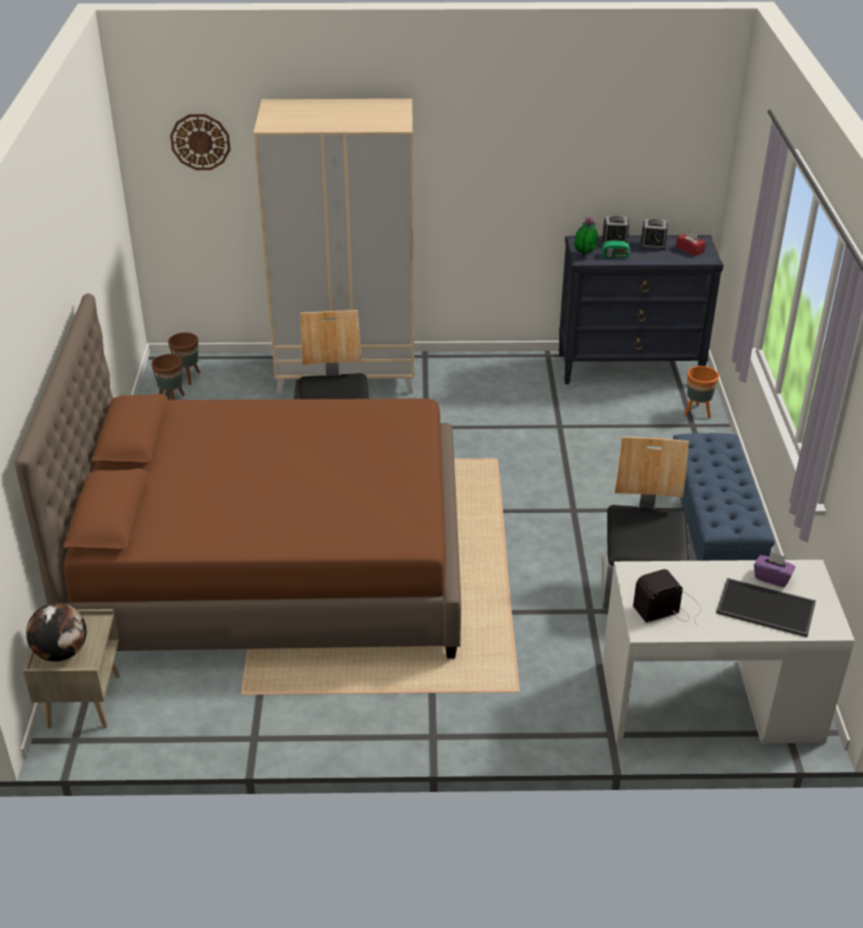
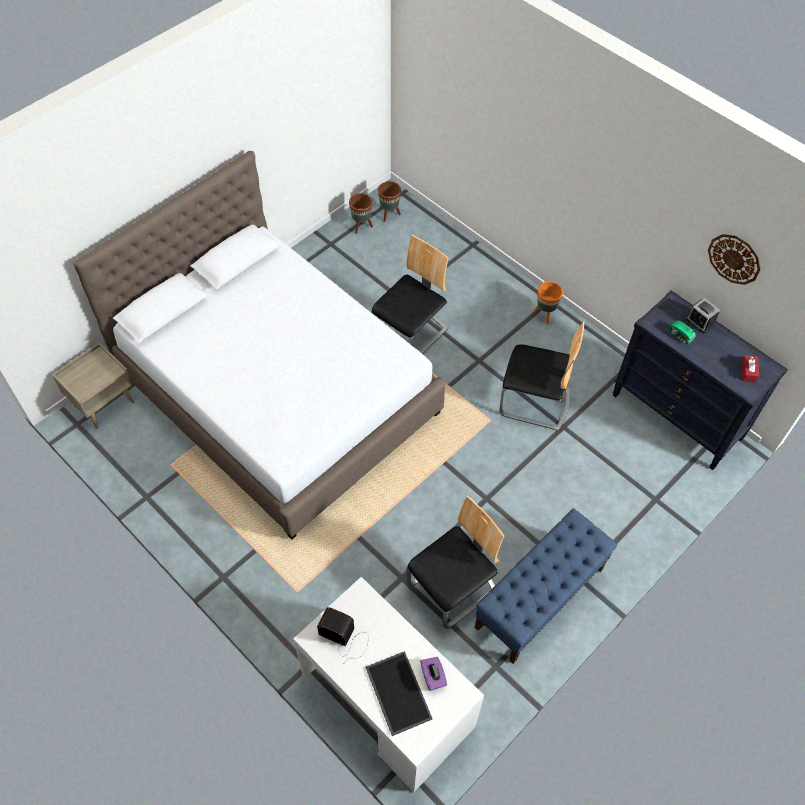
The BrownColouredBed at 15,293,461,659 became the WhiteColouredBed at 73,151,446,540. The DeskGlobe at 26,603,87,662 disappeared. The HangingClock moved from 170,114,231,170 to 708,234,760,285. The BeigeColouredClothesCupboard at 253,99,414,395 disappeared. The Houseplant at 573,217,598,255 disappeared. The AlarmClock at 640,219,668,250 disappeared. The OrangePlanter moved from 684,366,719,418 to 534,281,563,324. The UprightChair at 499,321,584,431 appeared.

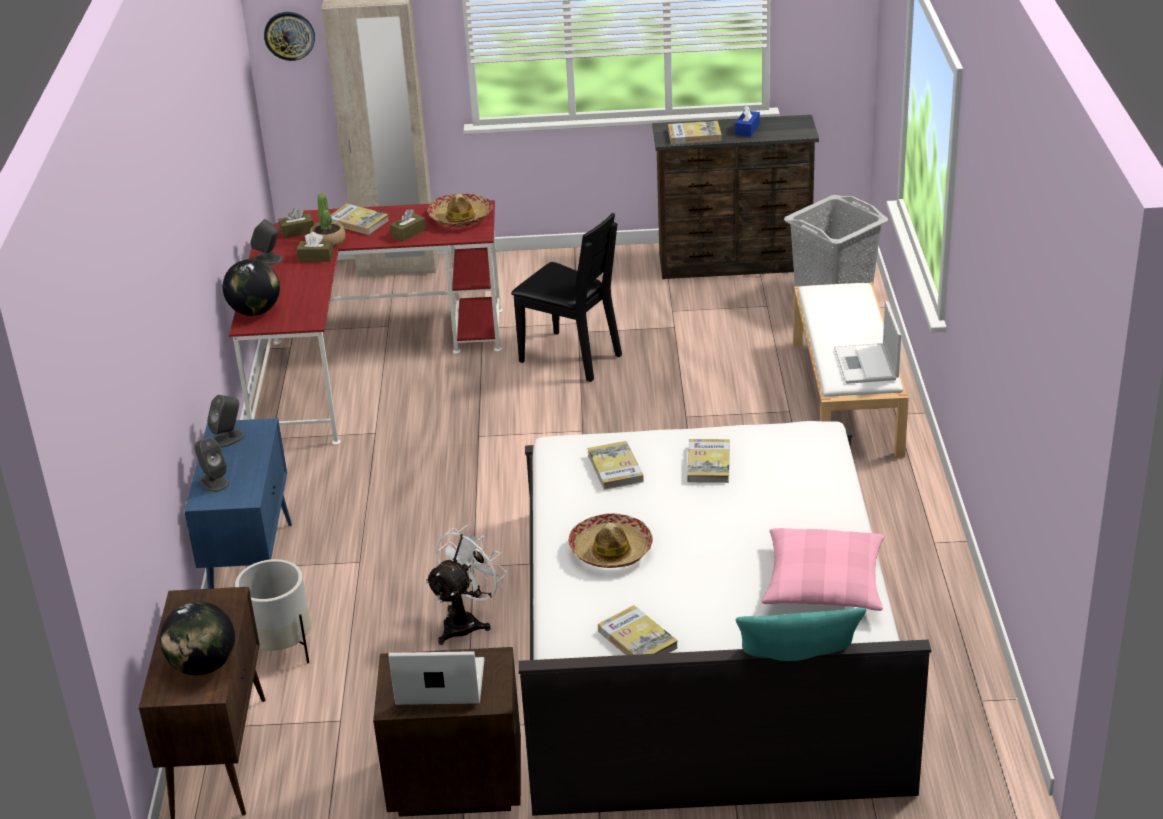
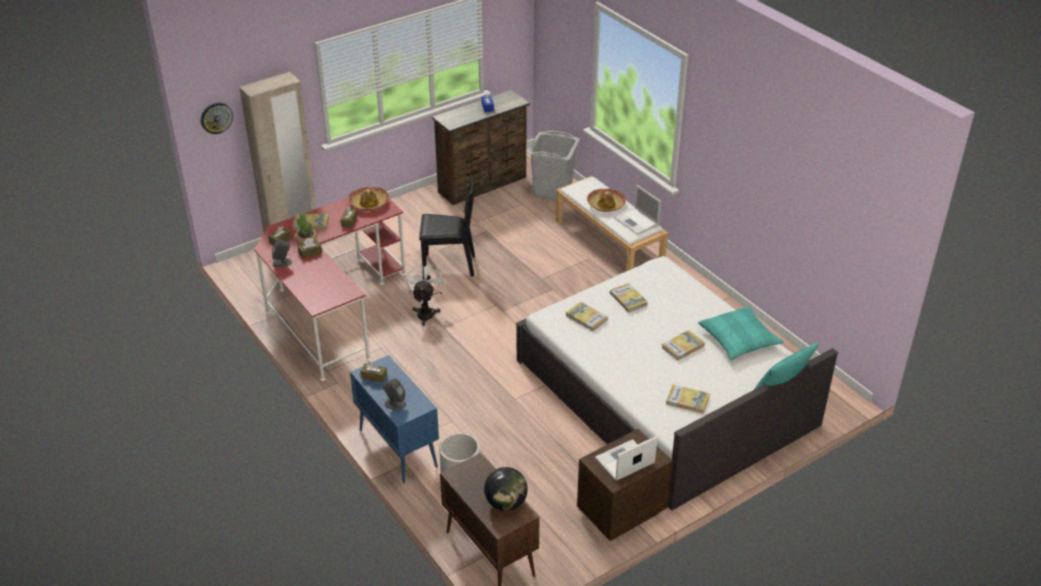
The GreySpeaker at 207,395,245,448 was replaced by the BrownColouredTissueHolder at 360,362,387,383. The DeskGlobe at 223,259,280,316 disappeared. The WhiteColouredFan moved from 425,525,507,645 to 405,262,446,326. The Hat moved from 568,513,653,568 to 587,189,626,212. The Book moved from 668,121,722,144 to 662,330,705,361. The PinkColouredThrowPillow at 761,528,884,611 became the TurquoiseColouredThrowPillow at 698,306,784,360.

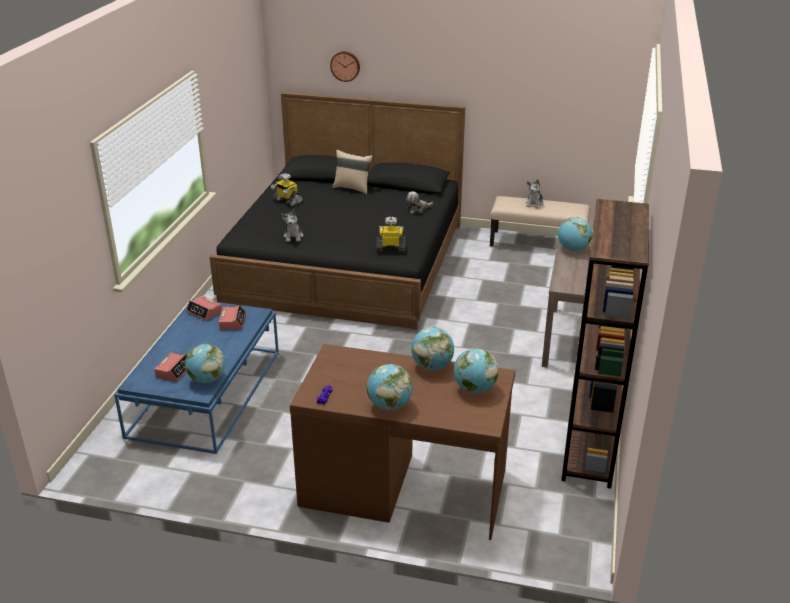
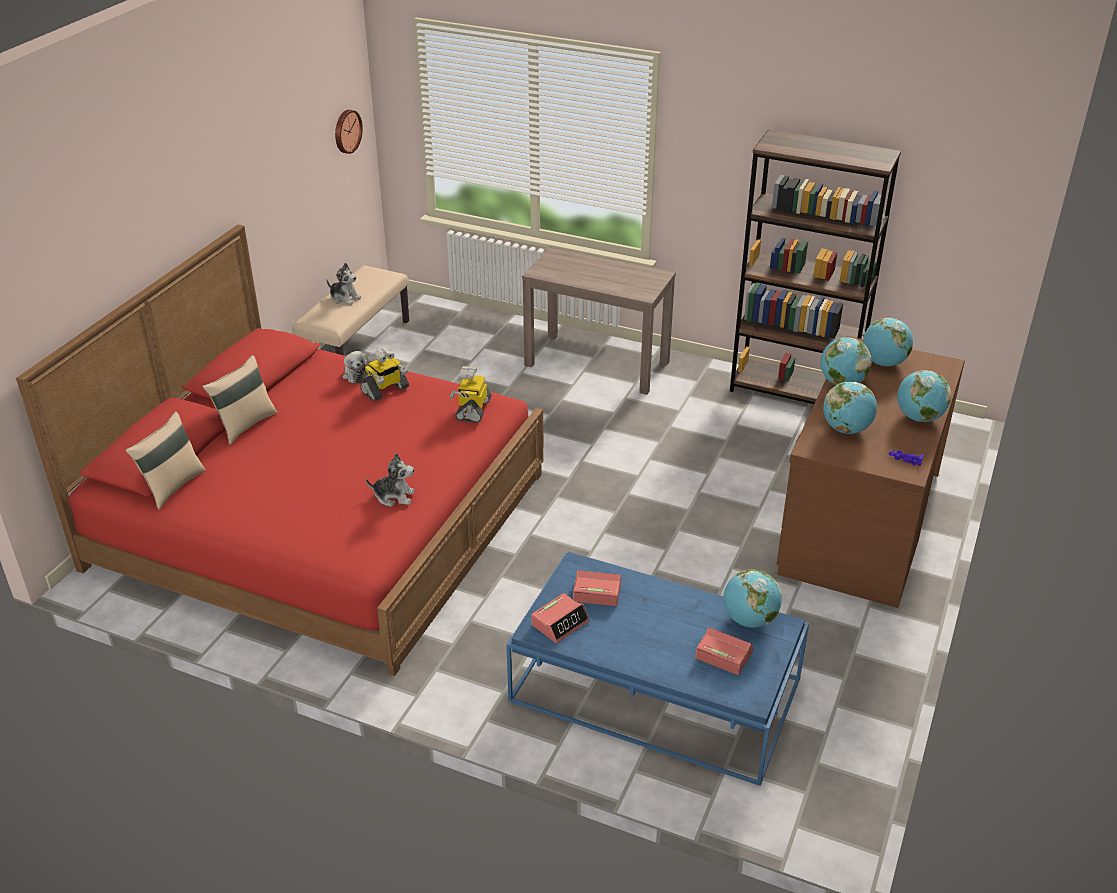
The BlackBed at 210,92,465,330 became the RedBed at 16,225,544,676. The ModelRobot moved from 271,173,303,206 to 360,348,409,401. The HangingClock moved from 330,51,360,82 to 335,110,363,154. The DeskGlobe moved from 558,217,592,251 to 823,382,877,434. The BeigeColouredThrowPillow at 125,412,206,510 appeared.

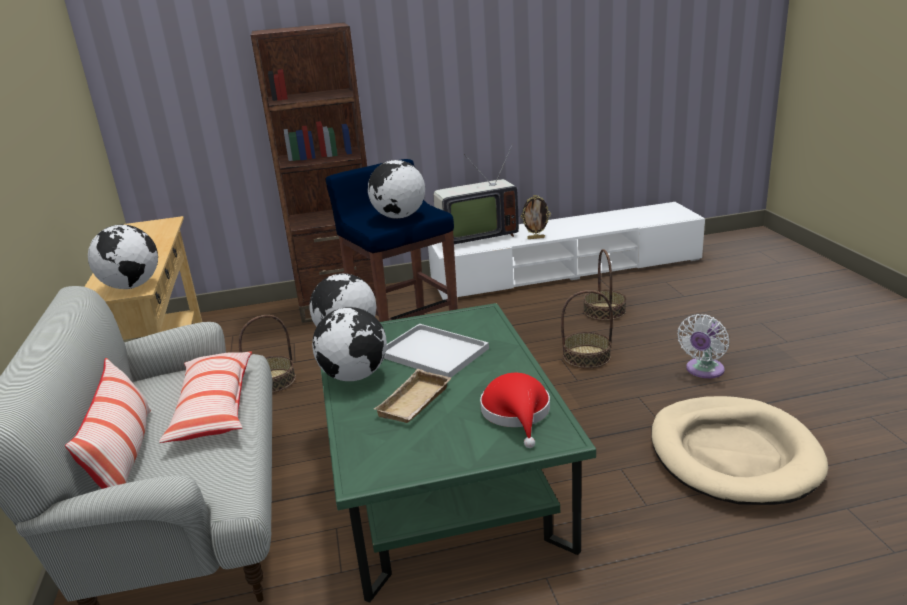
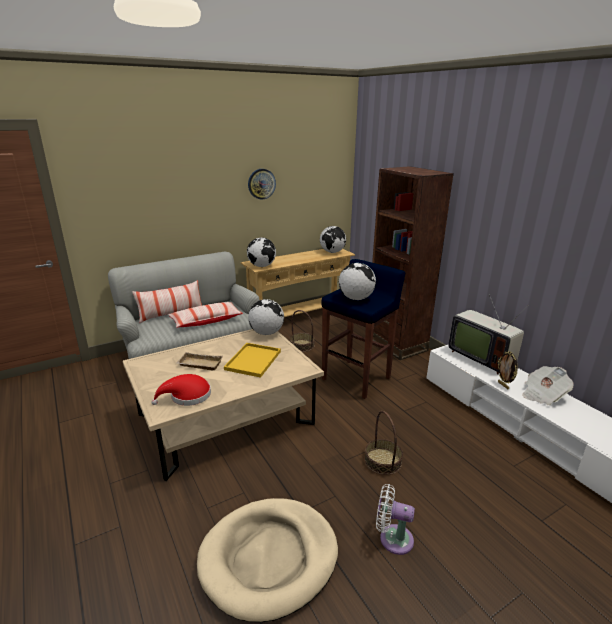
The DeskGlobe moved from 312,307,387,381 to 320,226,346,253. The GreenColouredLoungeTable at 321,303,596,603 became the BeigeColouredLoungeTable at 123,329,324,481. The WhiteColouredCarryingTray at 384,324,489,378 became the YellowishCarryingTray at 224,343,281,378. The Basket at 583,249,626,321 disappeared. The HangingClock at 248,169,276,200 appeared. The DailyPaper at 522,366,573,405 appeared.

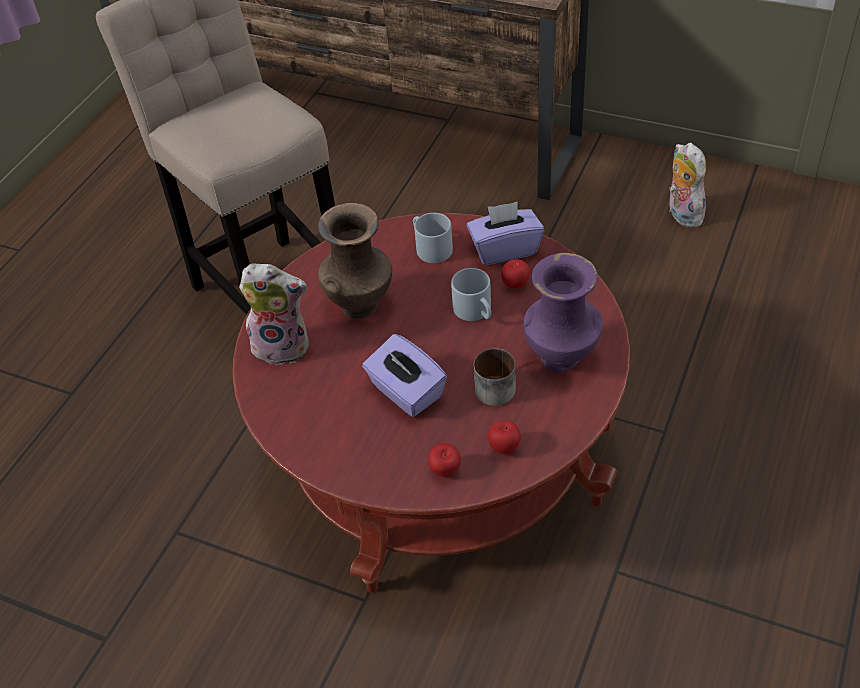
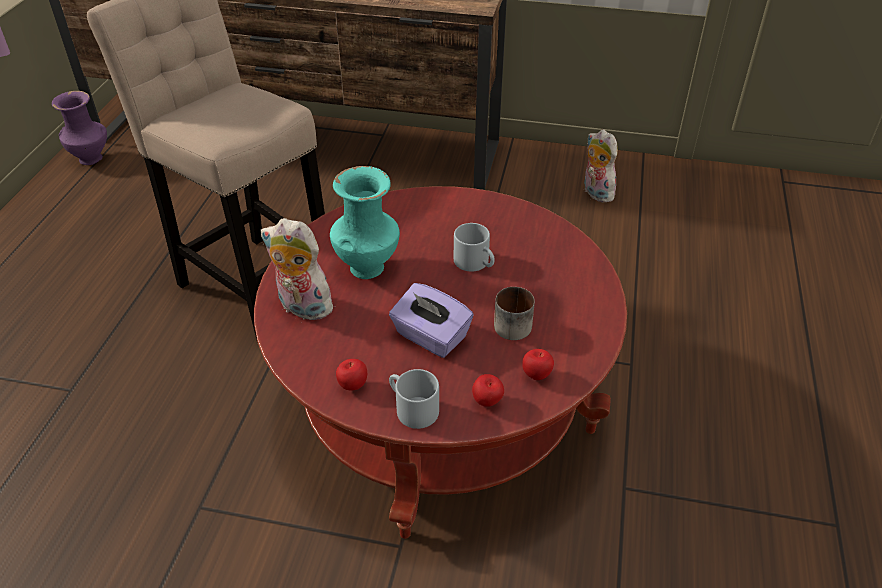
The CuddlyToy at 239,264,309,365 turned 150 degrees counterclockwise. The BrownColouredFlowerVase at 318,203,392,319 became the TurquoiseColouredFlowerVase at 330,166,400,279. The GreyTeaMug moved from 413,213,453,263 to 389,369,439,429. The PurplishTissueHolder at 467,202,544,265 disappeared. The AppleFruit moved from 501,259,530,288 to 336,359,367,390. The PurplishFlowerVase moved from 523,253,603,372 to 52,91,107,165.

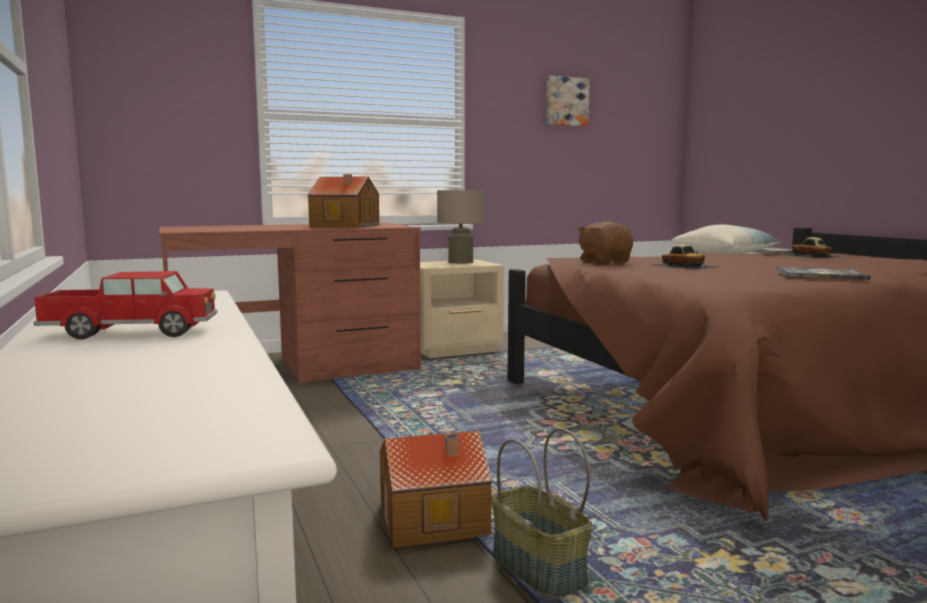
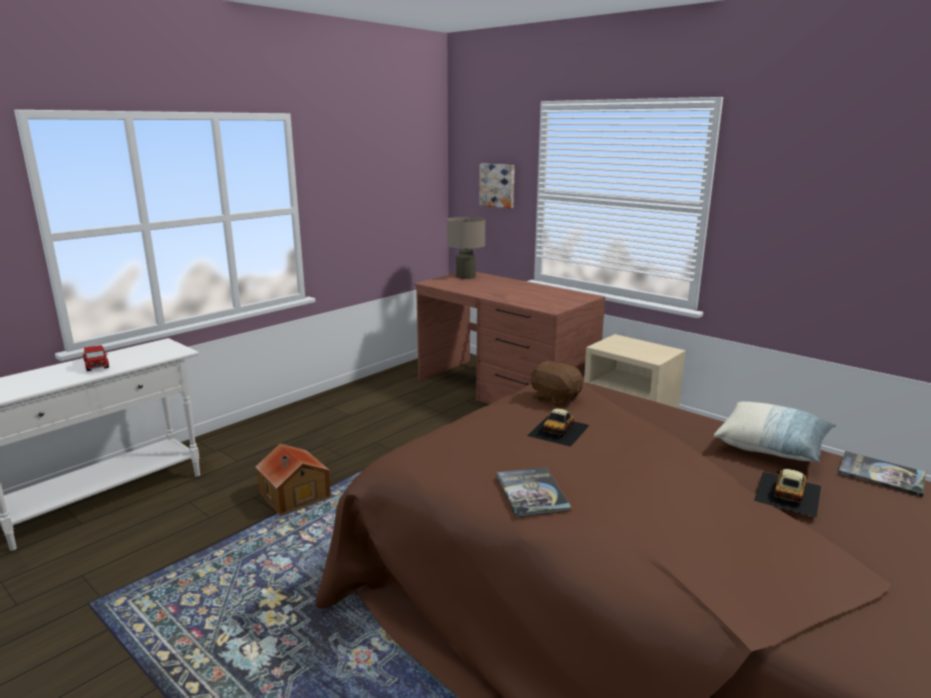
The MiniatureHouse at 307,174,379,228 disappeared. The BeigeColouredLampForATable moved from 437,190,485,264 to 447,217,485,279. The Basket at 491,428,592,598 disappeared. The WallArt moved from 546,75,590,127 to 479,163,515,208. The BrownColouredCuddlyToy at 577,222,633,264 turned 90 degrees counterclockwise.

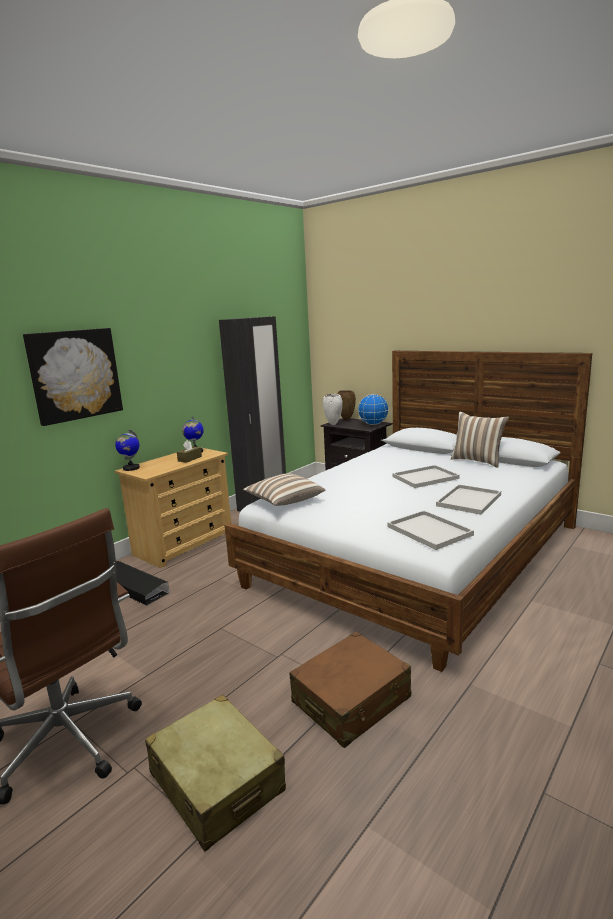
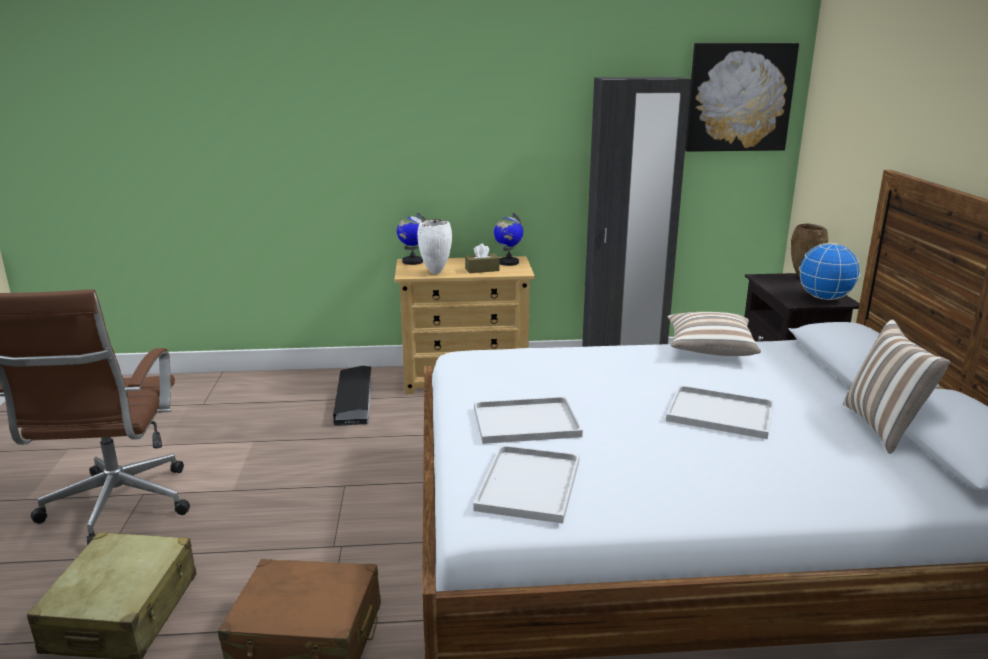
The WallArt moved from 23,328,123,426 to 685,43,799,152. The ThrowPillow moved from 243,473,325,506 to 668,312,761,356. The WhiteColouredFlowerVase moved from 323,394,343,425 to 417,219,452,274. The WhiteColouredCarryingTray moved from 436,484,501,515 to 474,397,583,444.

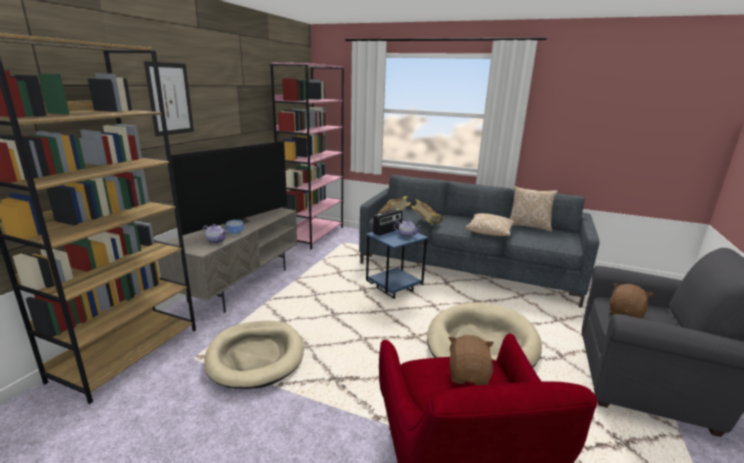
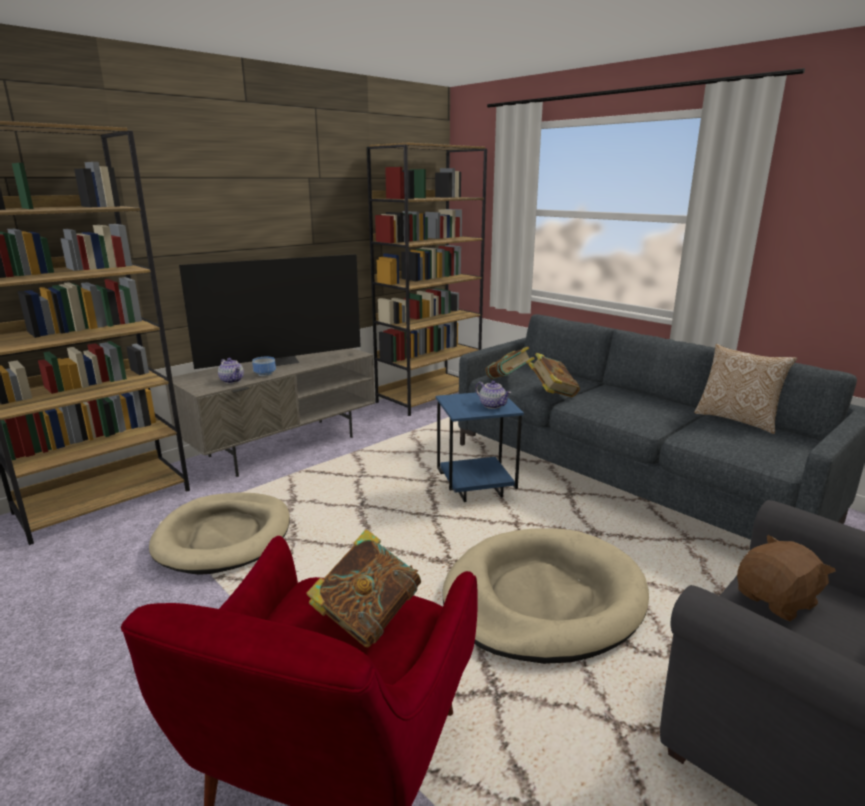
The WallArt at 144,61,194,136 disappeared. The PinkColouredBookcase at 270,63,344,250 became the BrownColouredBookcase at 367,143,487,416. The RadioReceiver at 373,209,403,236 disappeared. The BrownColouredCuddlyToy at 449,335,494,385 was replaced by the Book at 306,529,421,647. The ThrowPillow at 466,213,515,236 disappeared.

